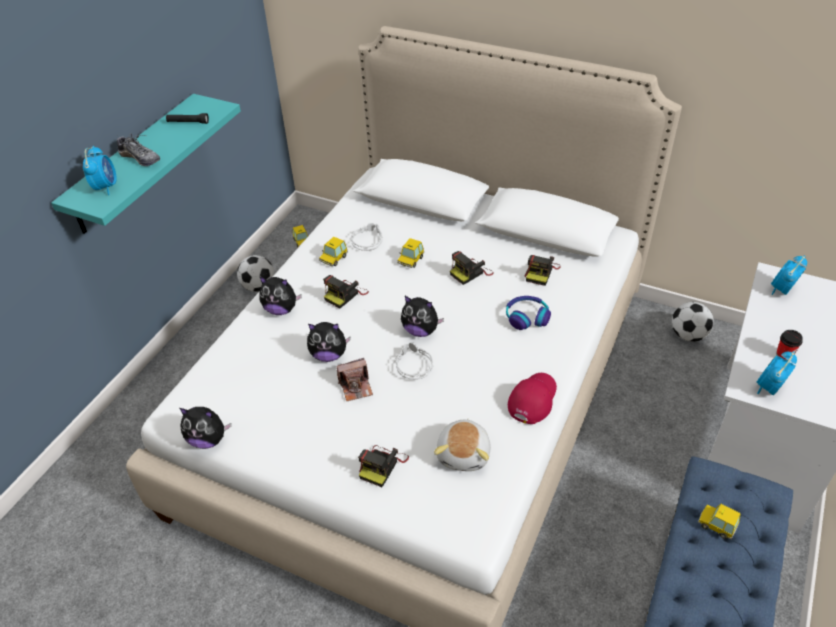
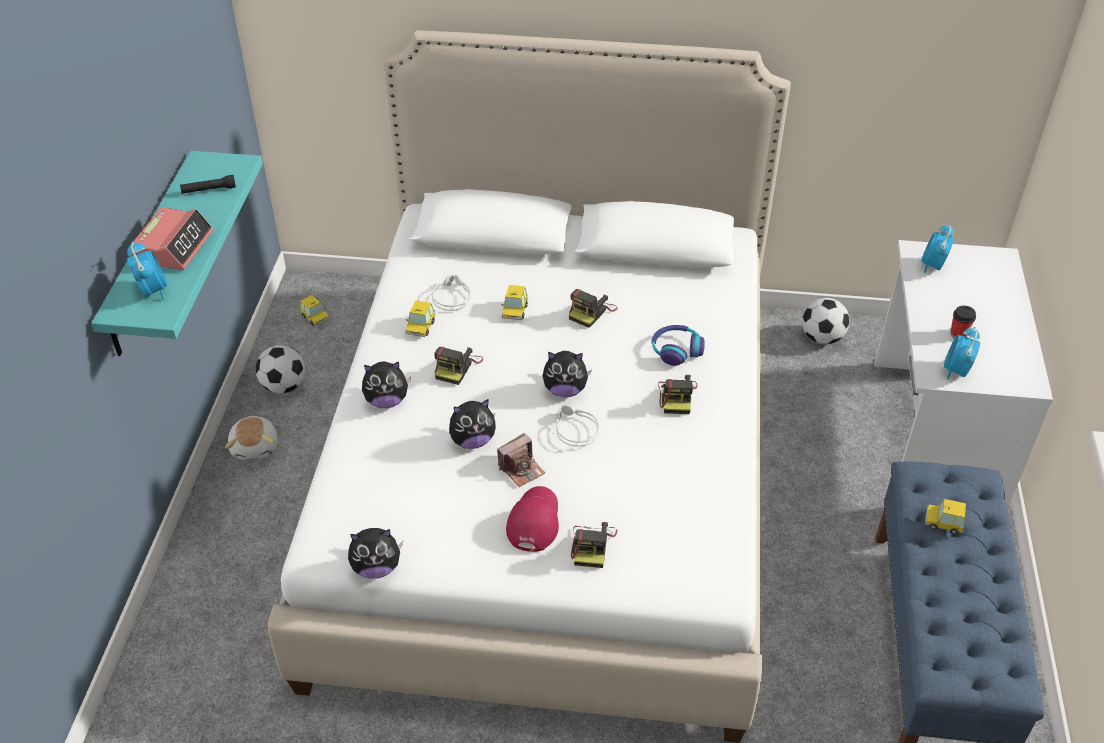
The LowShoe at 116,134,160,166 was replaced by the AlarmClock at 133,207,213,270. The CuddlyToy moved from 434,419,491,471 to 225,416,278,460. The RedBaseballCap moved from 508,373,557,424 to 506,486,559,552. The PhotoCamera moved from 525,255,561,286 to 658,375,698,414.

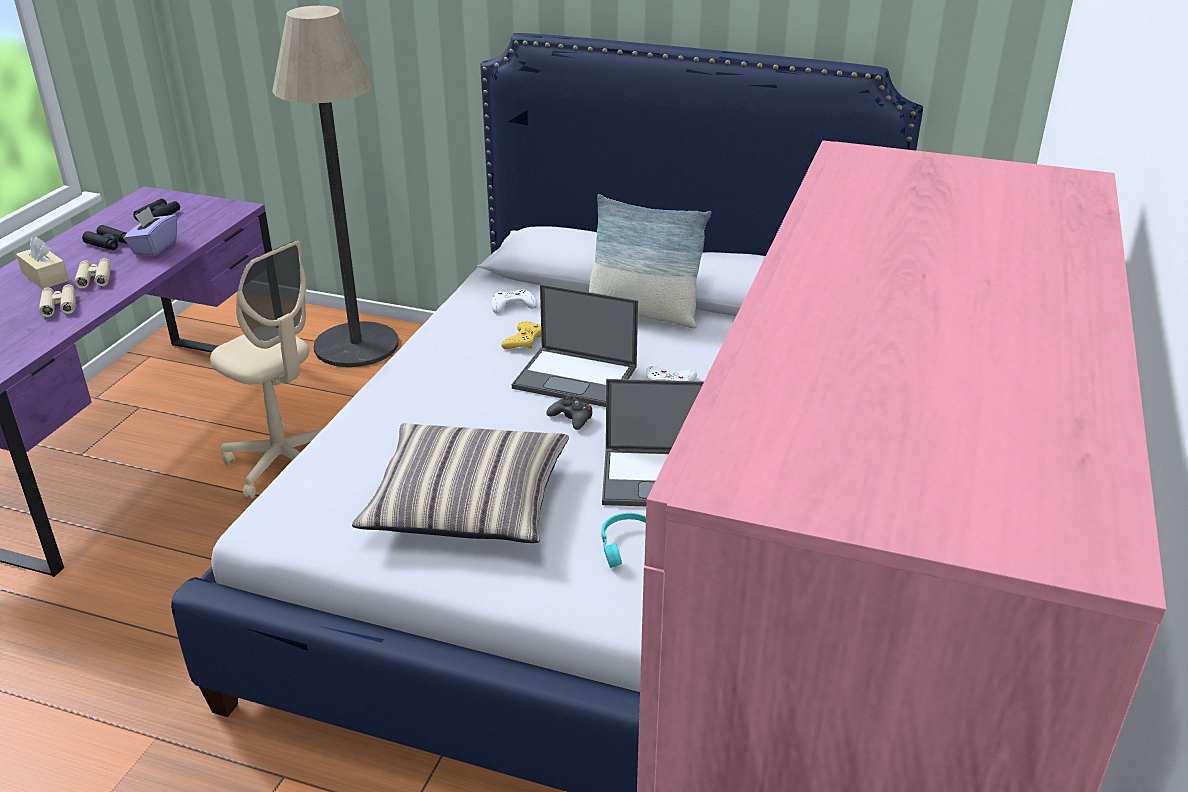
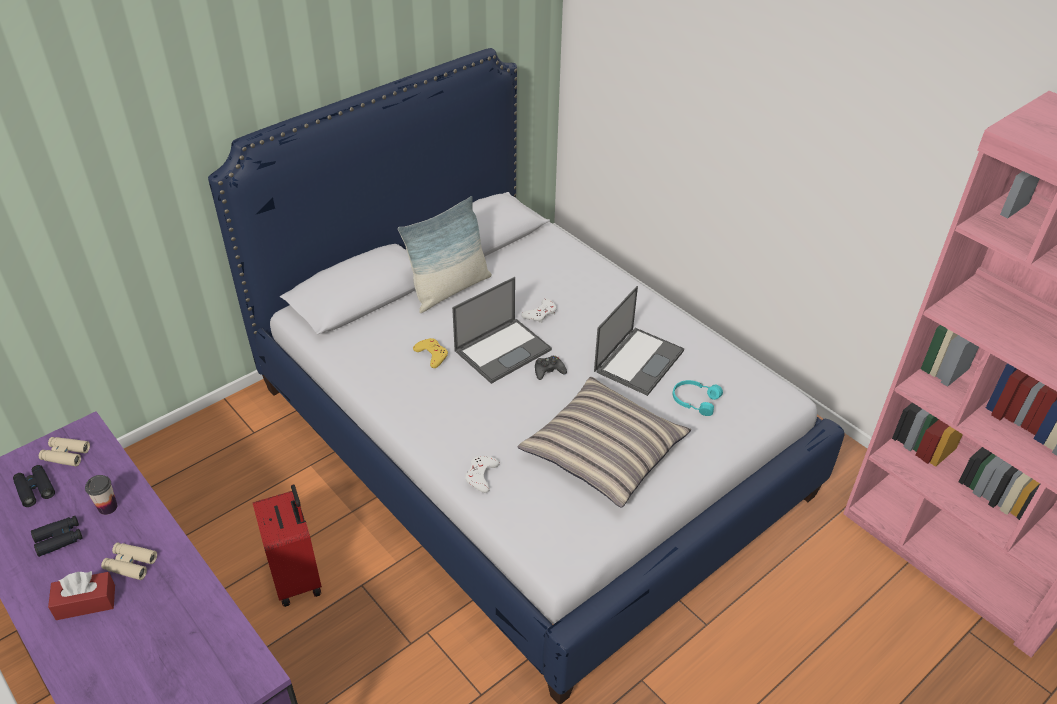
The BeigeColouredTissueHolder at 16,237,69,289 became the RedTissueHolder at 48,571,115,620. The BeigeColouredPairOfBinoculars moved from 39,284,76,317 to 39,437,90,466. The PurplishTissueHolder at 124,207,177,256 was replaced by the DrinkingCup at 85,475,117,515. The BeigeColouredDeskChair at 210,240,322,498 was replaced by the RedTravelCase at 253,485,322,607. The FloorLamp at 272,6,398,367 disappeared. The WhiteColouredJoypad moved from 492,289,538,313 to 465,456,500,493.

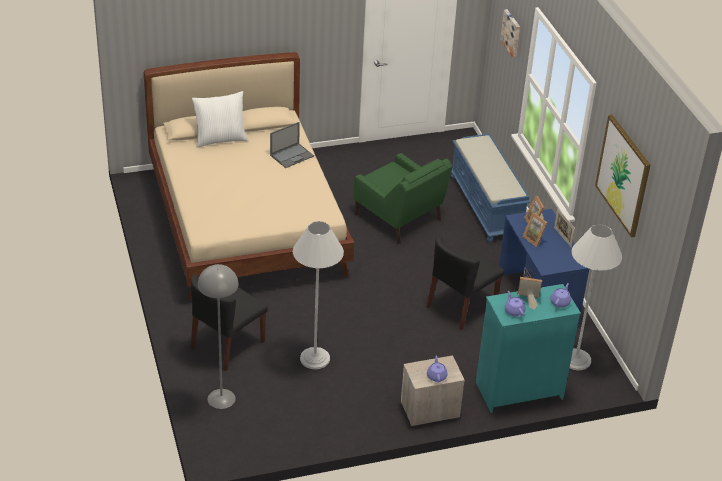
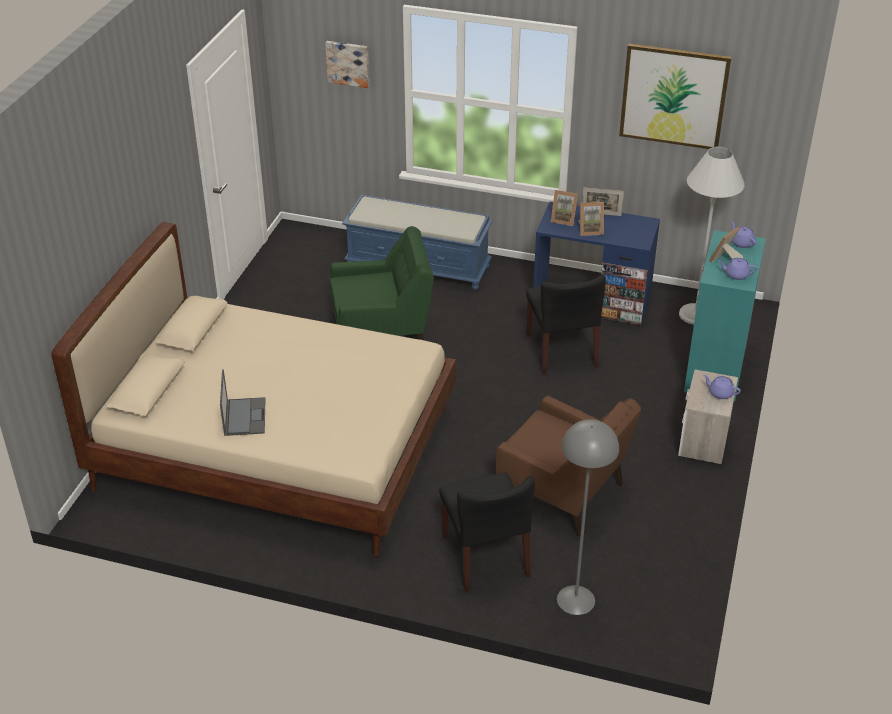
The WhiteColouredThrowPillow at 192,91,248,147 disappeared. The Laptop moved from 270,122,314,168 to 220,369,266,436. The WhiteColouredFloorLamp at 293,221,344,369 was replaced by the BrownColouredArmchair at 496,396,641,536.

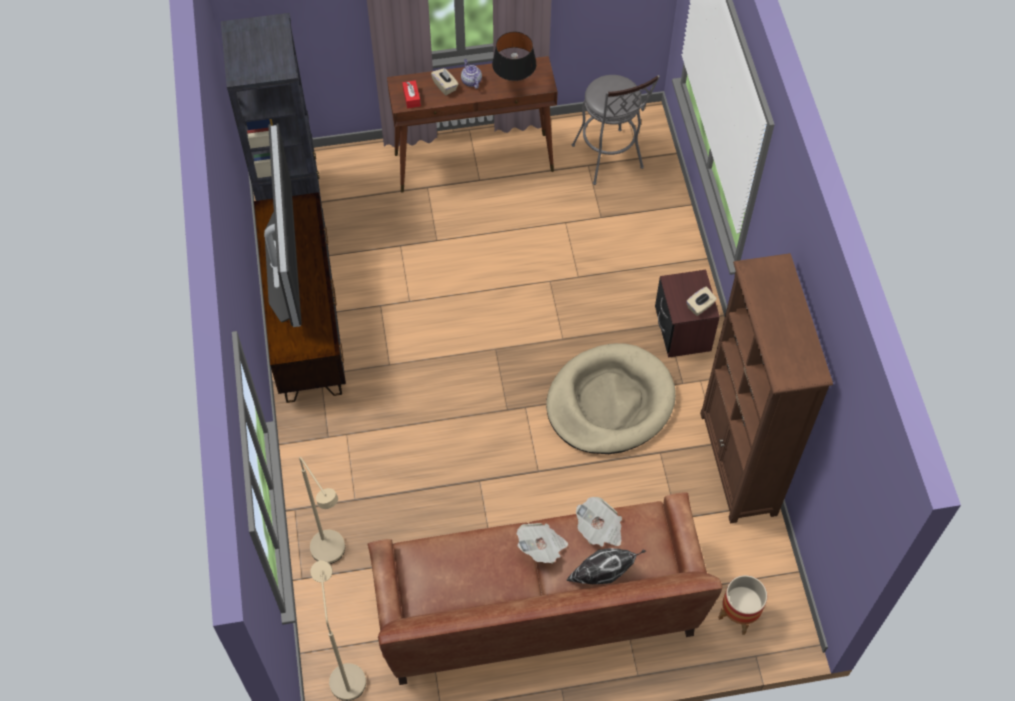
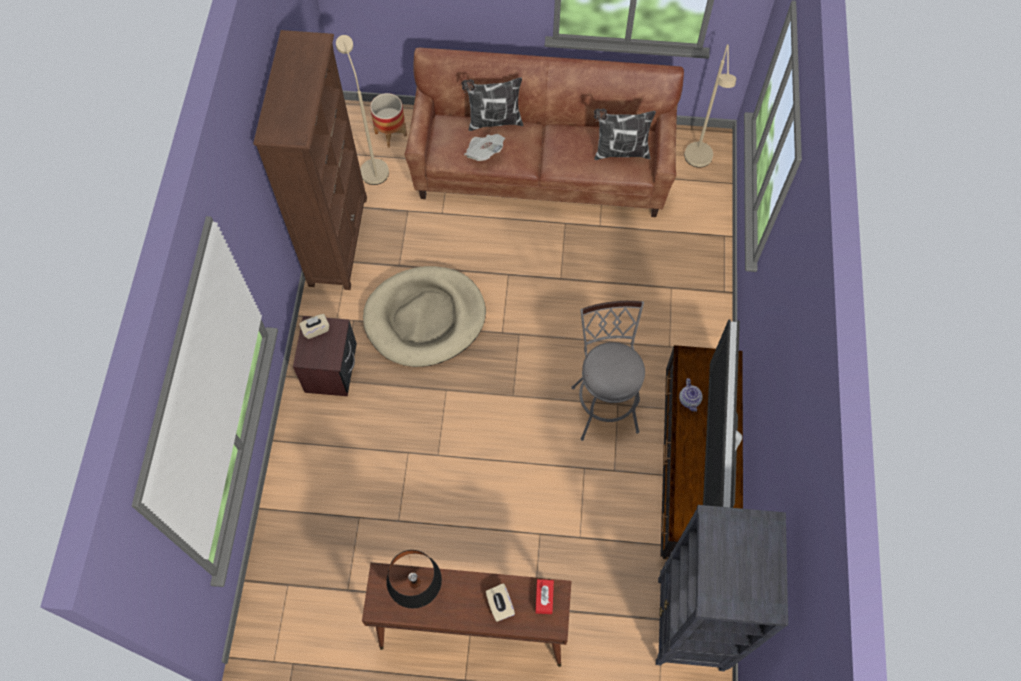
The BeigeColouredFloorLamp moved from 299,457,345,564 to 336,35,389,185. The PotForTea moved from 461,59,482,89 to 679,378,703,412. The DailyPaper at 517,523,568,563 disappeared. The GreySittingStool moved from 572,75,660,185 to 571,301,645,441. The ThrowPillow at 594,109,656,160 appeared.

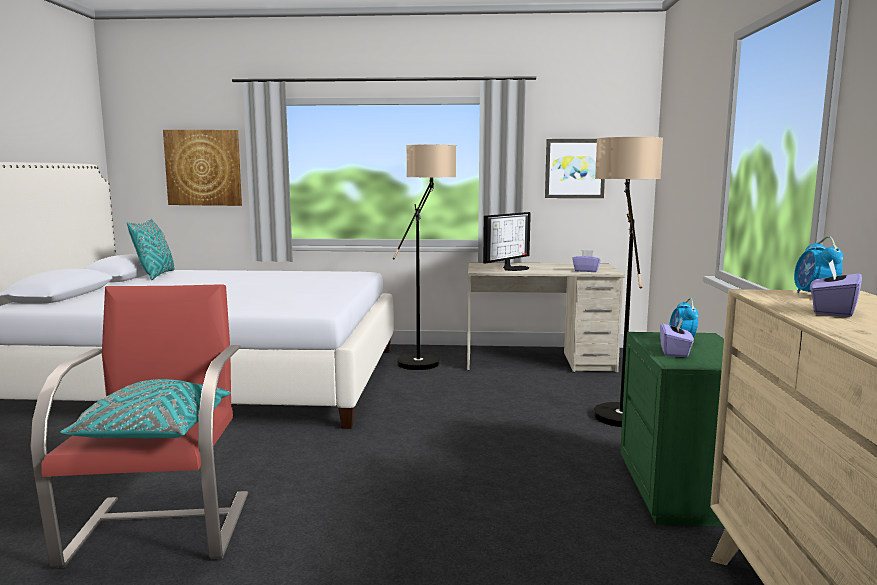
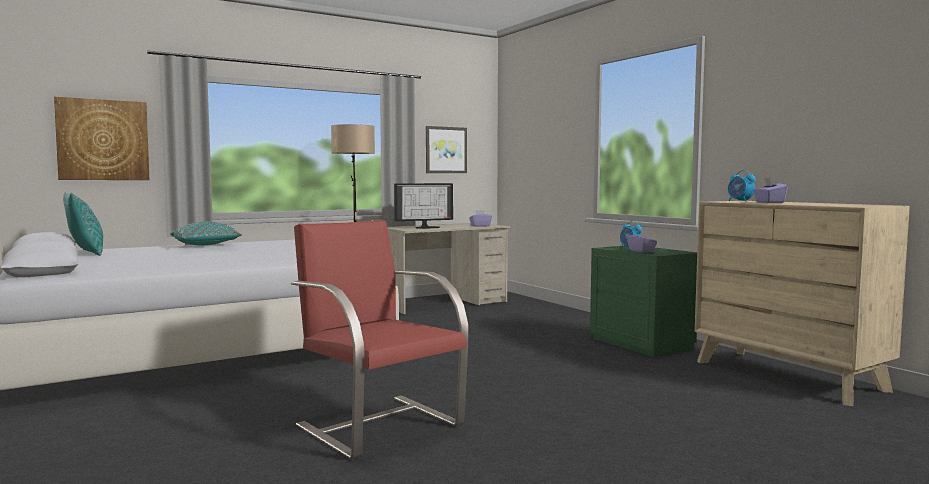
The TurquoiseColouredThrowPillow moved from 60,379,231,438 to 170,221,242,245. The Monitor at 483,212,531,271 turned 60 degrees clockwise. The FloorLamp at 594,137,663,427 disappeared.

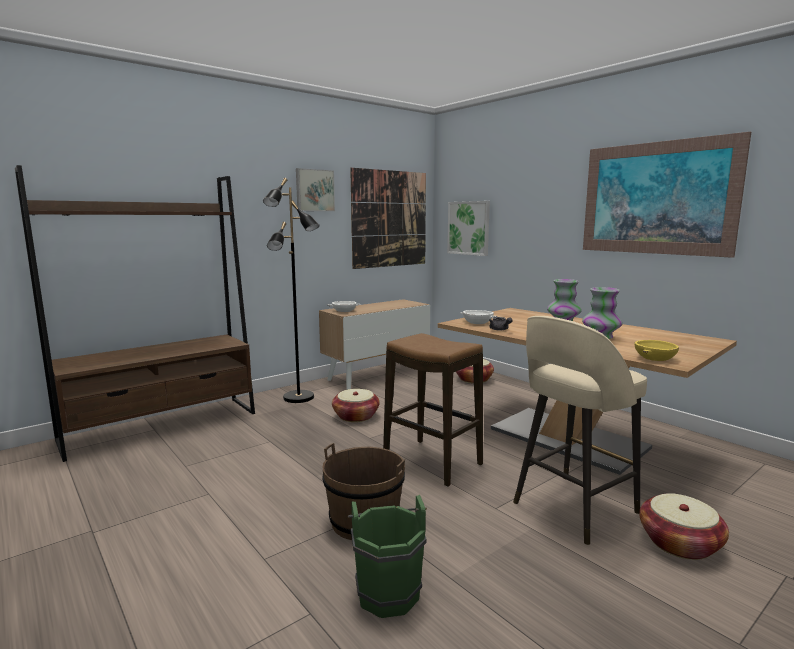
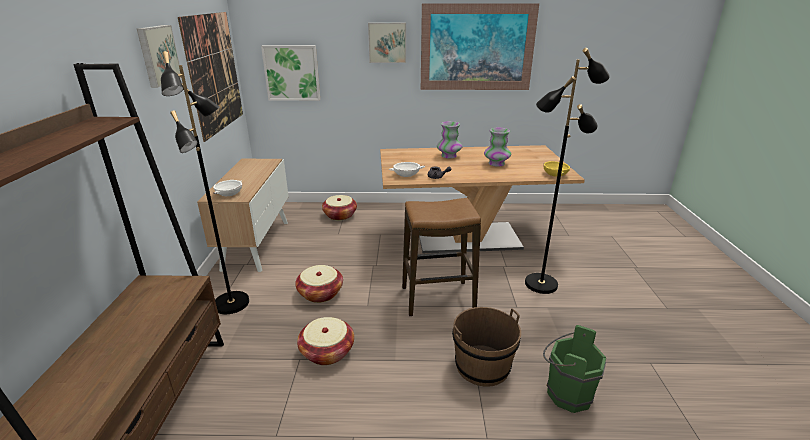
The BeigeColouredSittingStool at 513,316,647,545 was replaced by the BlackFloorLamp at 525,48,610,294. The Basket moved from 639,493,729,560 to 297,317,354,365. The WallArt at 368,23,406,63 appeared.

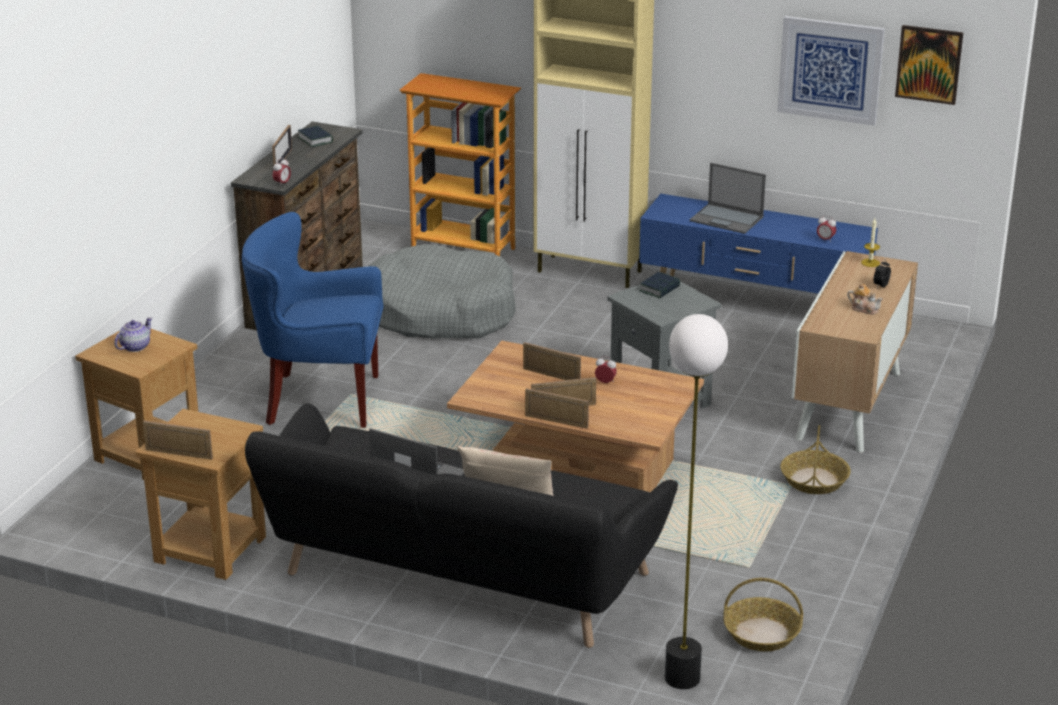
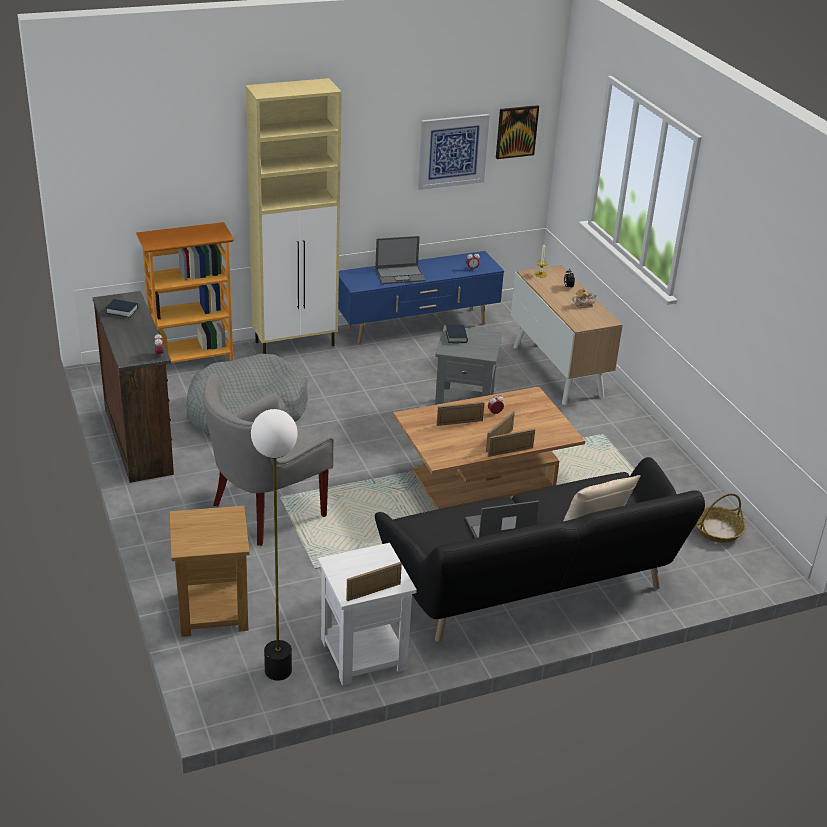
The PotForTea at 114,317,152,352 disappeared. The BrownColouredSideTable at 135,409,266,580 became the WhiteColouredSideTable at 318,543,417,686. The BluishArmchair at 242,212,383,428 became the GreyArmchair at 203,373,334,546. The PhotoFrame at 272,125,292,165 disappeared. The FloorLamp moved from 665,314,728,689 to 251,409,298,681. The Basket at 781,425,851,494 disappeared.

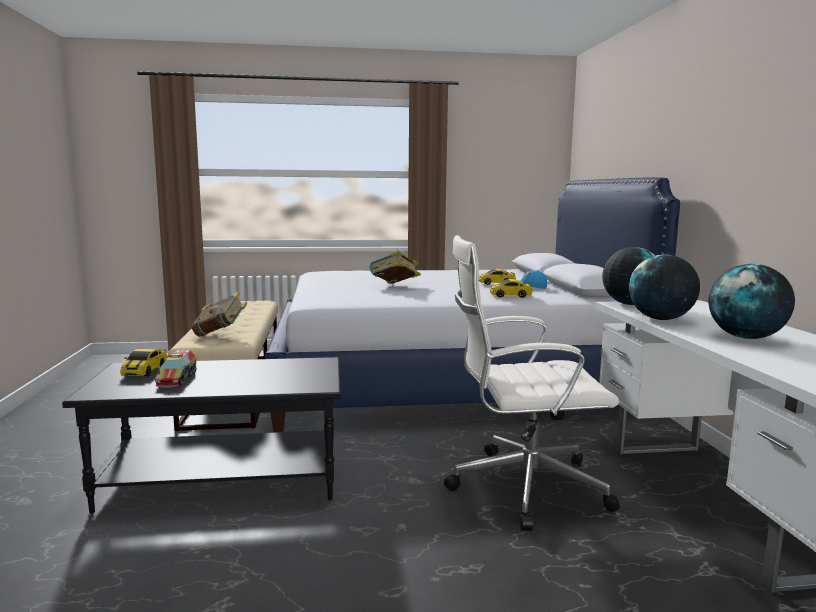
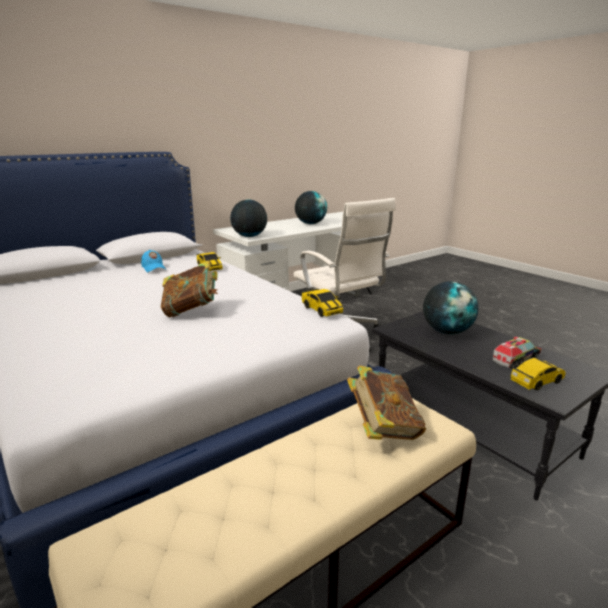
The ModelCar moved from 479,269,516,285 to 302,289,343,317. The DeskGlobe moved from 629,254,700,320 to 423,281,479,334.

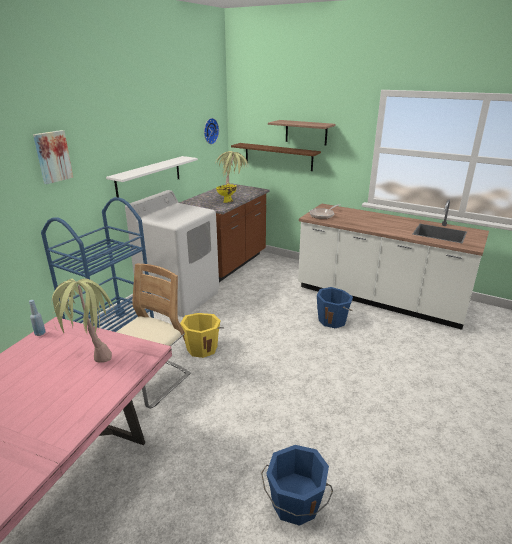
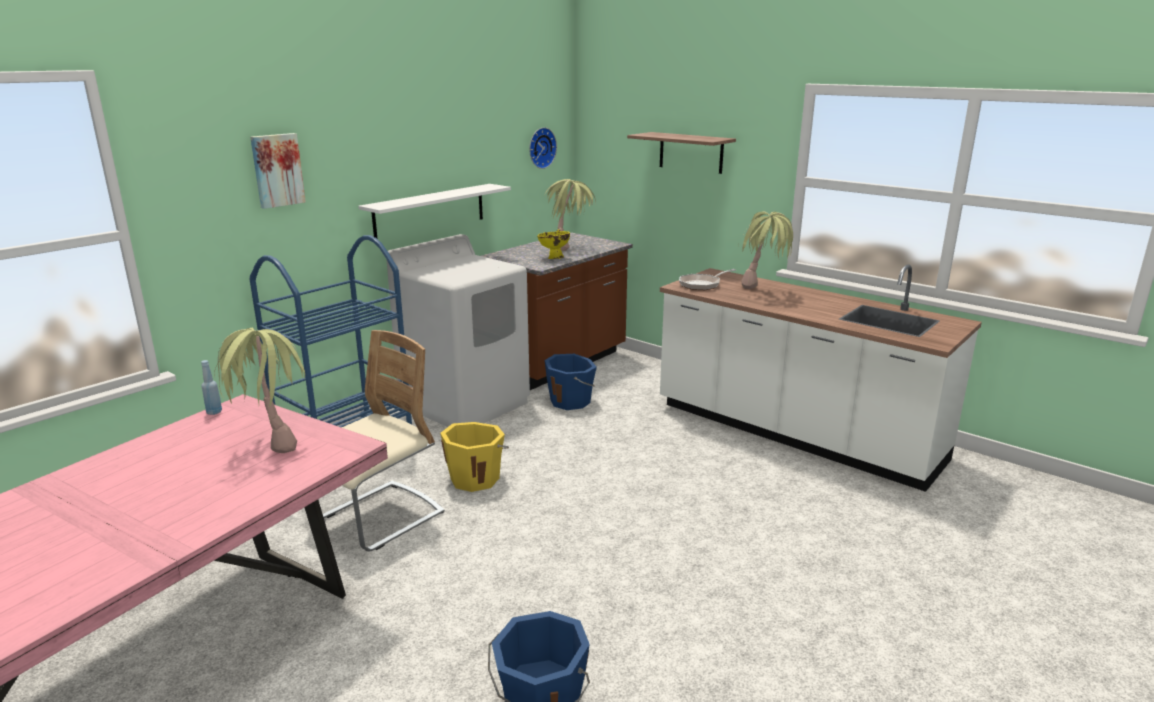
The BrownColouredWallShelf at 231,143,321,171 disappeared. The BluishWaterBucket moved from 317,287,353,328 to 545,354,597,410. The Houseplant at 738,211,793,289 appeared.

